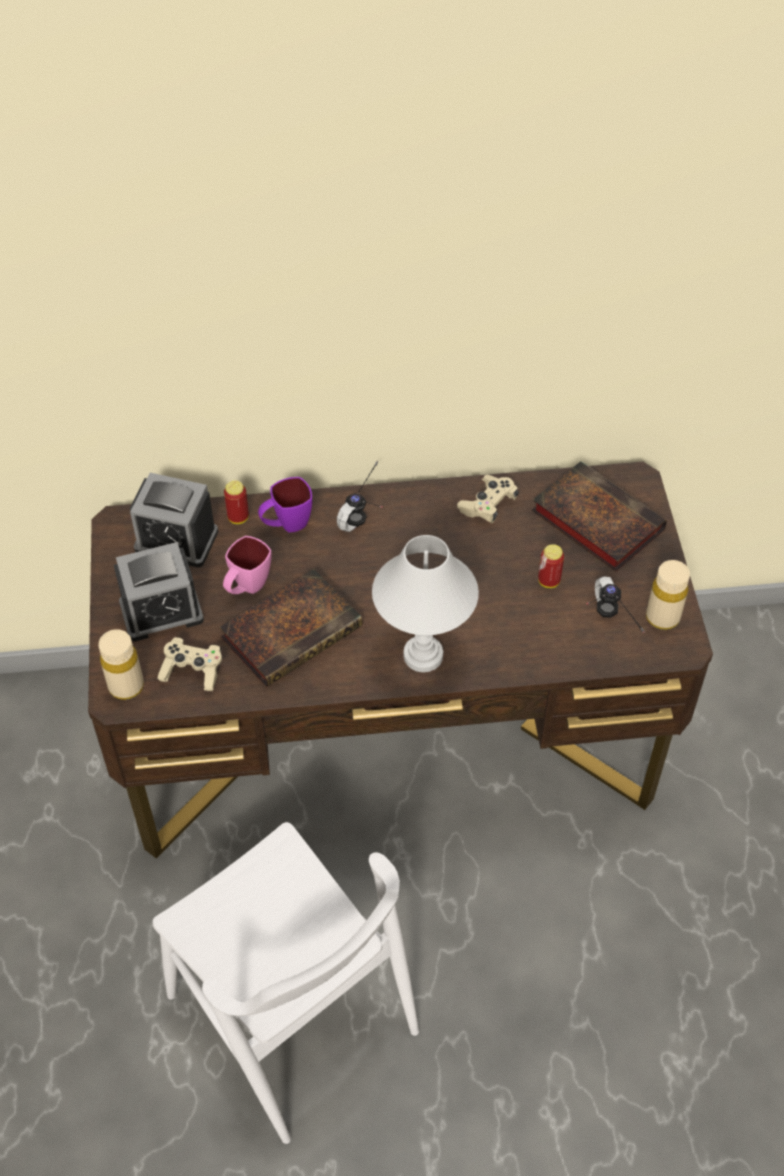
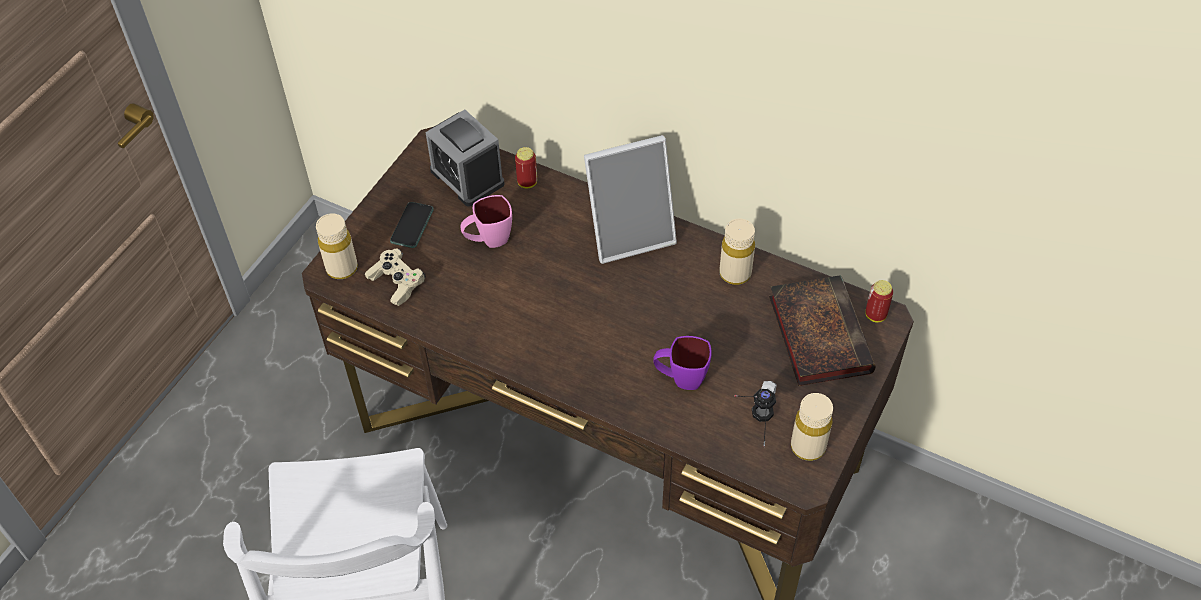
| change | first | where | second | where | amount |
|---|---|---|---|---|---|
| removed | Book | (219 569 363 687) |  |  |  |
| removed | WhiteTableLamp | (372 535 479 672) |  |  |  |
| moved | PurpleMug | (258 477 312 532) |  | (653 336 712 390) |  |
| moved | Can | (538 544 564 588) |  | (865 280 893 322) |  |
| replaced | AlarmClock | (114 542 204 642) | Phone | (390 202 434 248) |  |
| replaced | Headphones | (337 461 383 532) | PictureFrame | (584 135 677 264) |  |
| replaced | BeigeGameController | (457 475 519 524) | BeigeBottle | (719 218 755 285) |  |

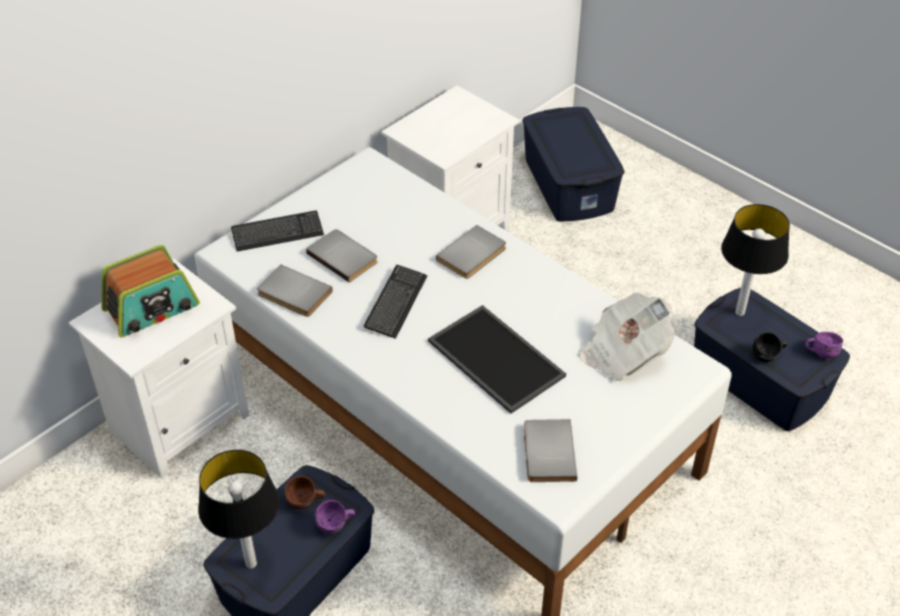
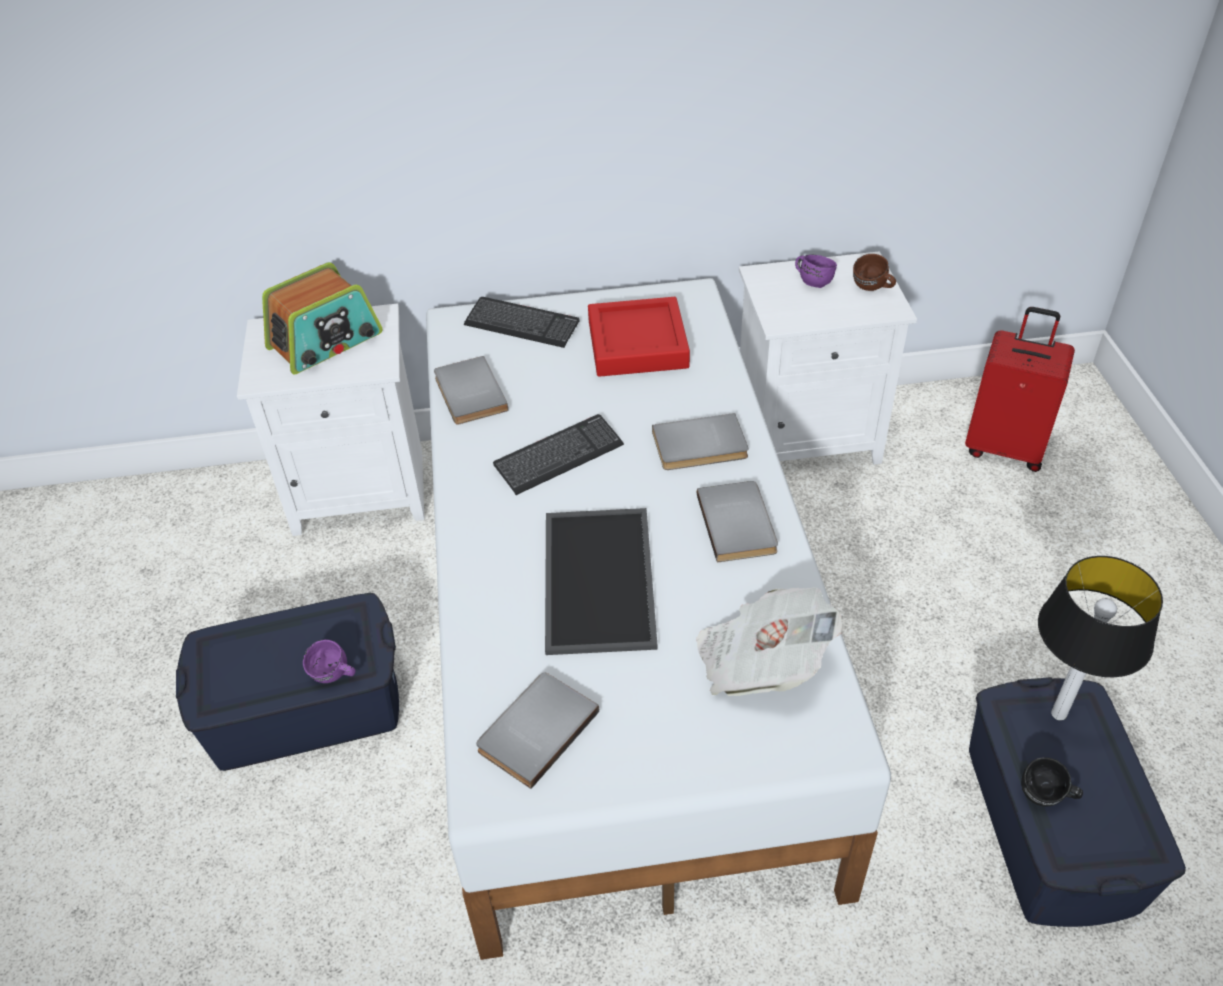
| change | first | where | second | where | amount |
|---|---|---|---|---|---|
| removed | TableLamp | (198 450 279 569) |  |  |  |
| added |  |  | RedTray | (588 297 690 377) |  |
| moved | BrownMug | (285 476 325 509) |  | (853 254 896 291) |  |
| moved | GreyBook | (306 229 378 283) |  | (697 481 778 562) |  |
| moved | PurpleMug | (805 332 843 359) |  | (795 254 837 288) |  |
| replaced | BlueStorageBox | (522 107 625 221) | RedSuitcase | (965 307 1075 472) |  |
| turned | Radio | (101 245 200 338) |  | (262 262 382 375) | 45 degrees counterclockwise |

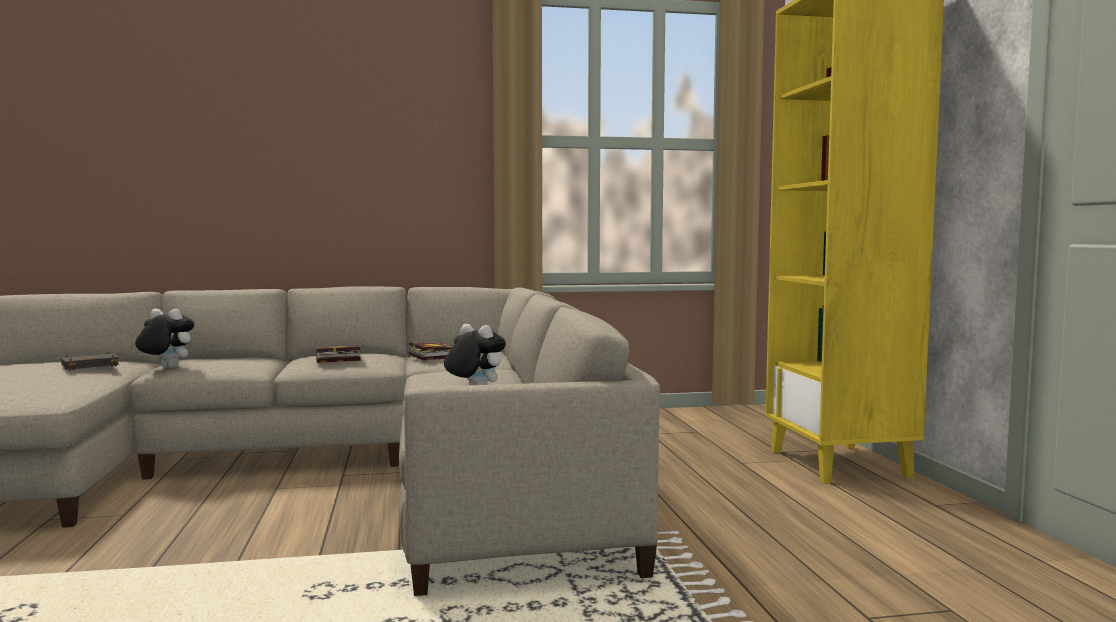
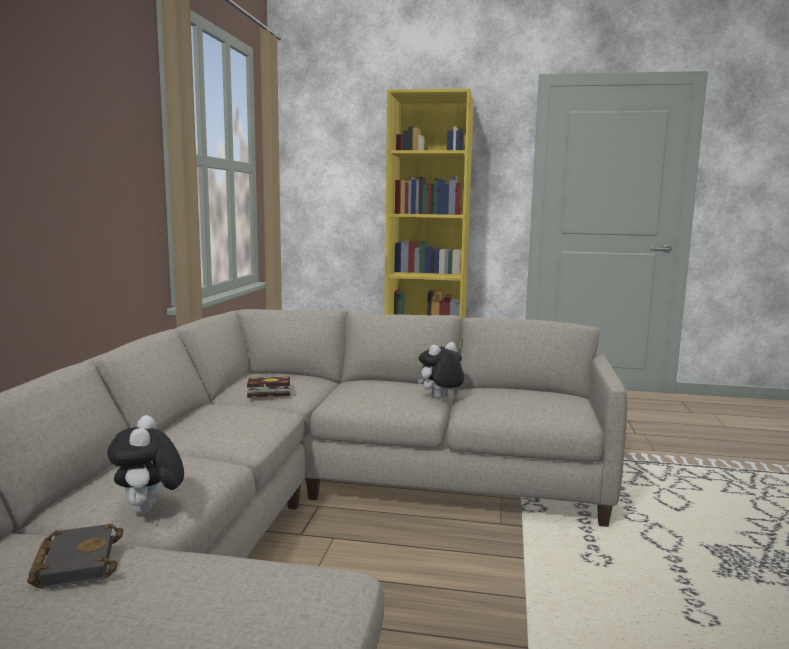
| change | first | where | second | where | amount |
|---|---|---|---|---|---|
| removed | Book | (316 345 360 363) |  |  |  |
| turned | PlushToy | (135 309 194 368) |  | (107 415 184 514) | 45 degrees counterclockwise |

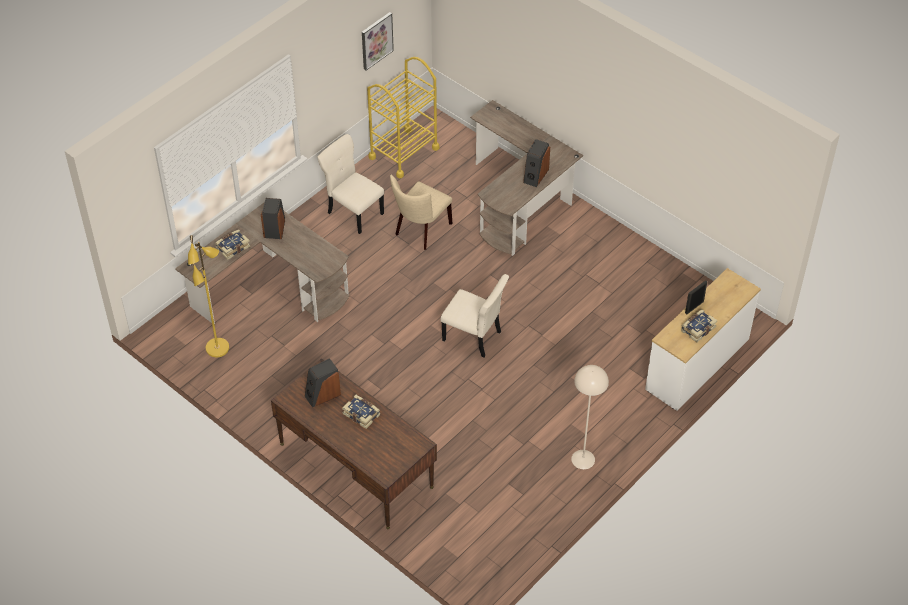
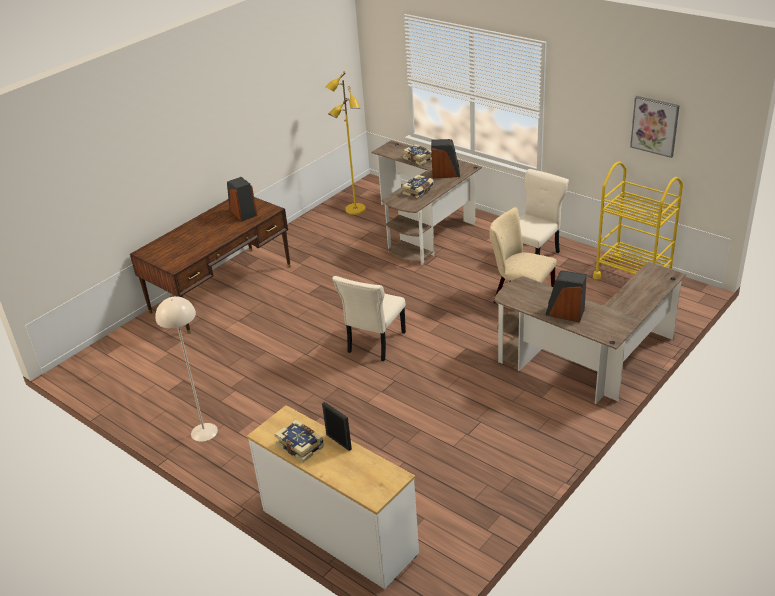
| change | first | where | second | where | amount |
|---|---|---|---|---|---|
| moved | Book | (342 395 380 429) |  | (402 175 434 198) |  |

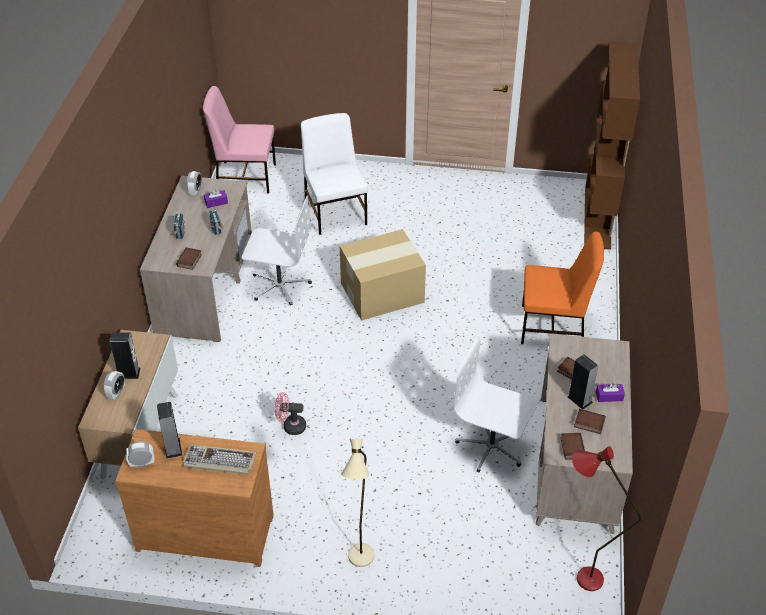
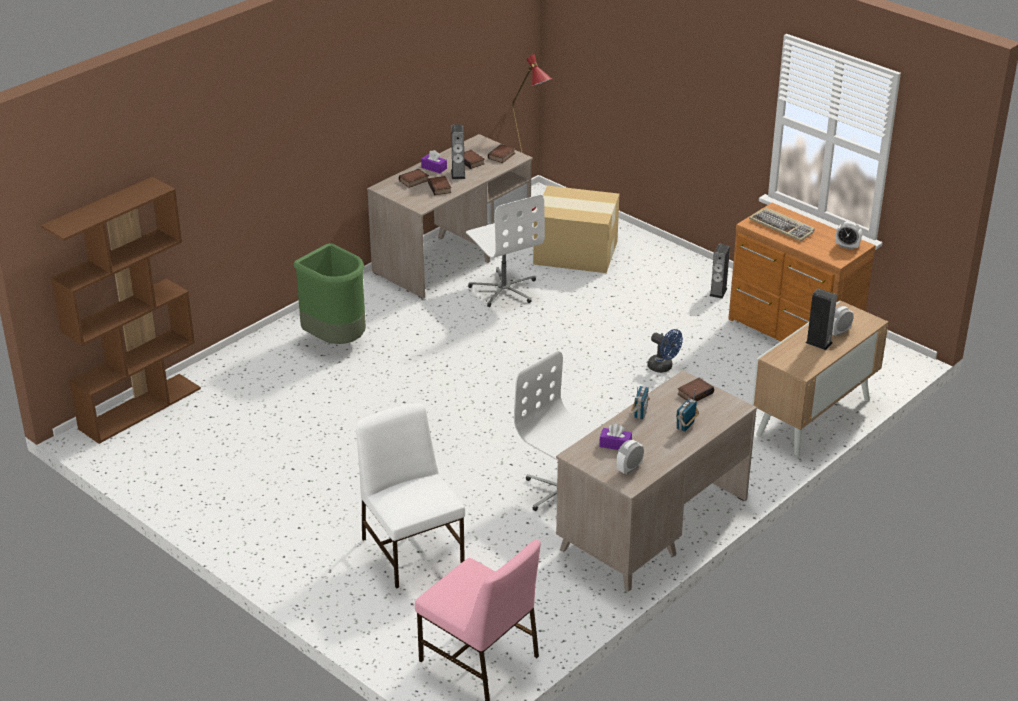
| change | first | where | second | where | amount |
|---|---|---|---|---|---|
| removed | BeigeFloorLamp | (341 439 374 567) |  |  |  |
| added |  |  | Book | (399 169 429 188) |  |
| moved | Speaker | (157 402 182 459) |  | (709 244 730 299) |  |
| moved | CardboardBox | (340 229 426 321) |  | (533 186 619 273) |  |
| replaced | OrangeChair | (521 232 604 344) | GreenTrashCan | (293 243 366 344) |  |
| recoloured | PinkFan | (275 392 306 435) | BlueFan | (648 329 683 373) |  |
| turned | WhiteChair | (301 113 368 235) |  | (356 403 465 589) | 135 degrees clockwise |

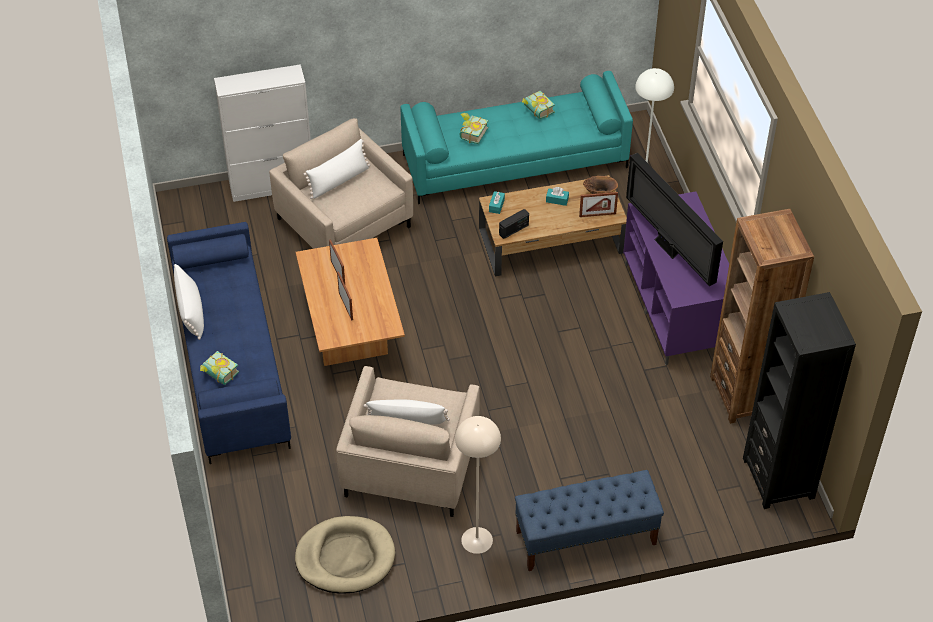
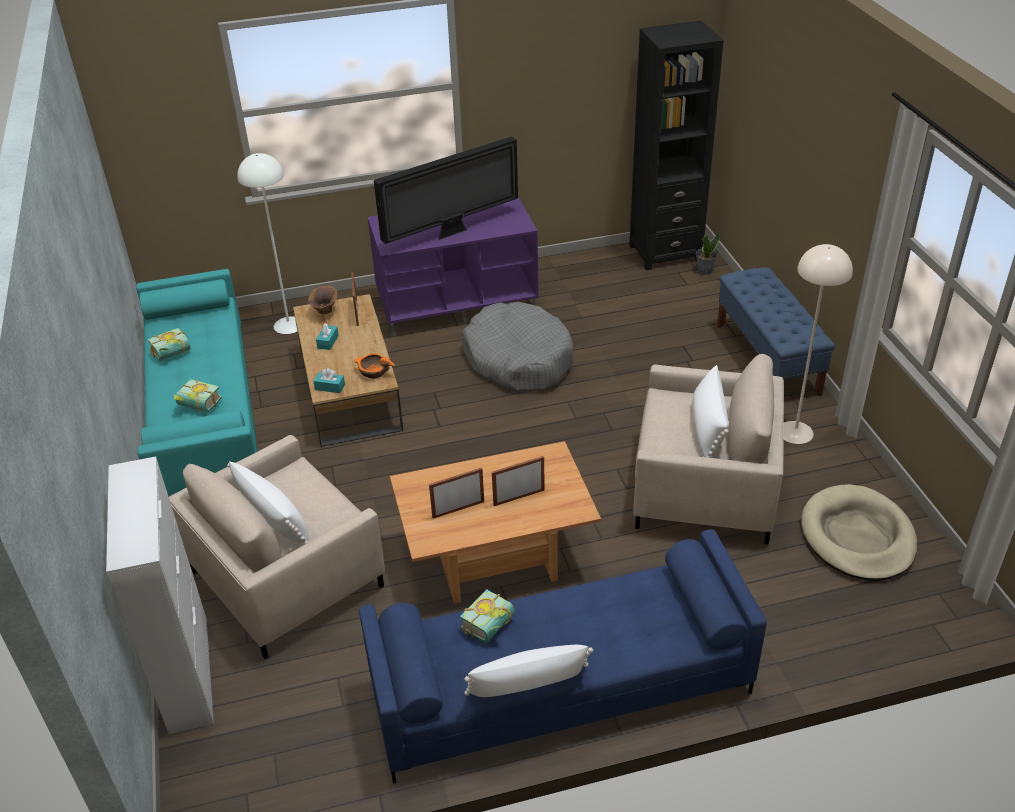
| change | first | where | second | where | amount |
|---|---|---|---|---|---|
| removed | BrownBookcase | (710 209 814 424) |  |  |  |
| added |  |  | GreyDogBed | (462 302 573 393) |  |
| added |  |  | PottedPlant | (696 231 720 275) |  |
| moved | Book | (200 351 239 385) |  | (460 590 515 643) |  |
| replaced | Radio | (499 209 529 239) | OrangeBowl | (354 353 395 379) |  |

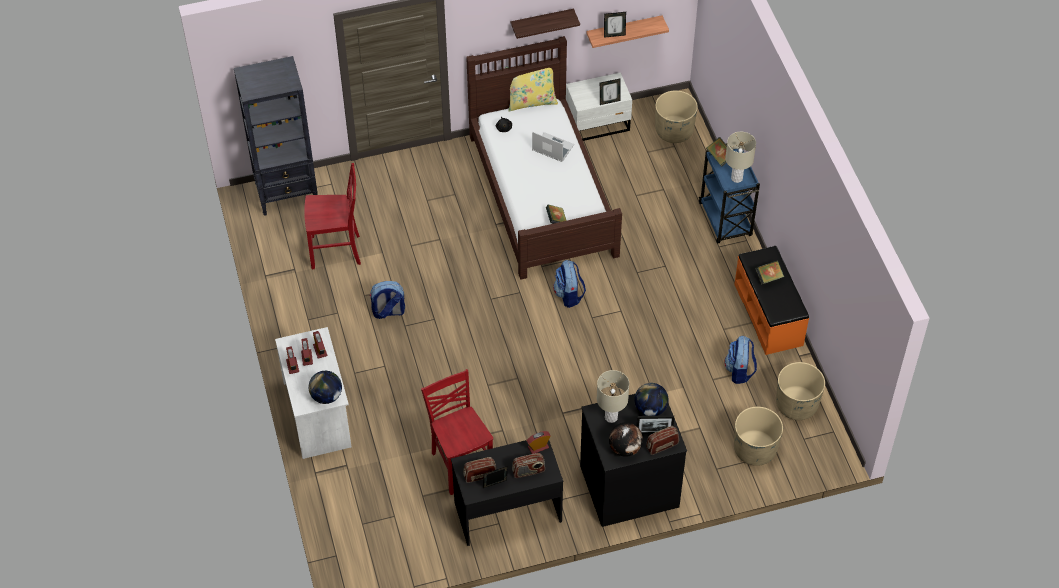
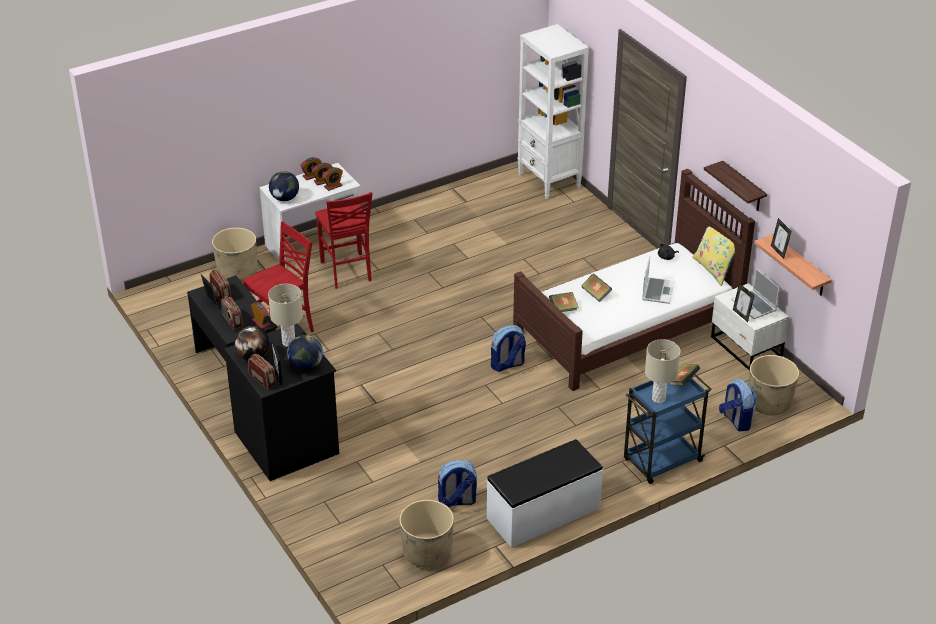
| change | first | where | second | where | amount |
|---|---|---|---|---|---|
| added |  |  | Laptop | (731 268 780 319) |  |
| moved | RedChair | (304 163 361 269) |  | (315 192 373 289) |  |
| moved | Backpack | (370 281 405 319) |  | (719 379 757 432) |  |
| moved | BeigePlanter | (734 407 783 466) |  | (212 228 257 281) |  |
| moved | Book | (755 261 784 285) |  | (581 273 612 302) |  |
| recoloured | BlackBookcase | (234 56 318 216) | WhiteBookcase | (517 24 589 199) |  |
| recoloured | OrangeBench | (734 246 809 355) | WhiteBench | (487 439 603 548) |  |

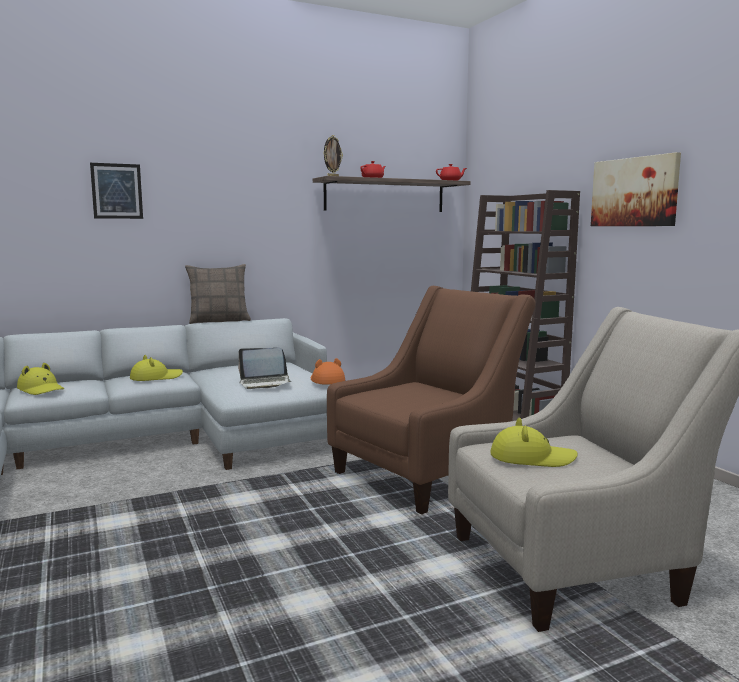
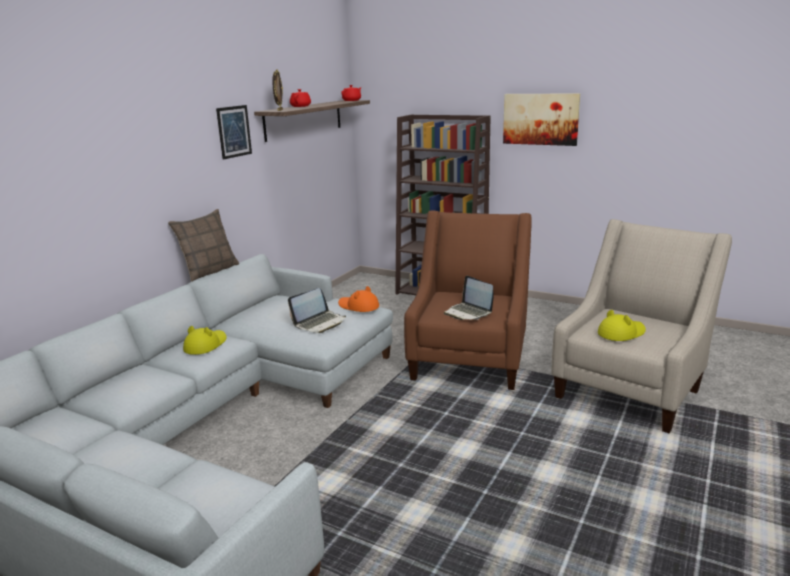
| change | first | where | second | where | amount |
|---|---|---|---|---|---|
| removed | YellowHat | (17 363 64 395) |  |  |  |
| added |  |  | Laptop | (444 276 494 320) |  |
| moved | Picture | (90 163 143 219) |  | (216 105 252 160) |  |

